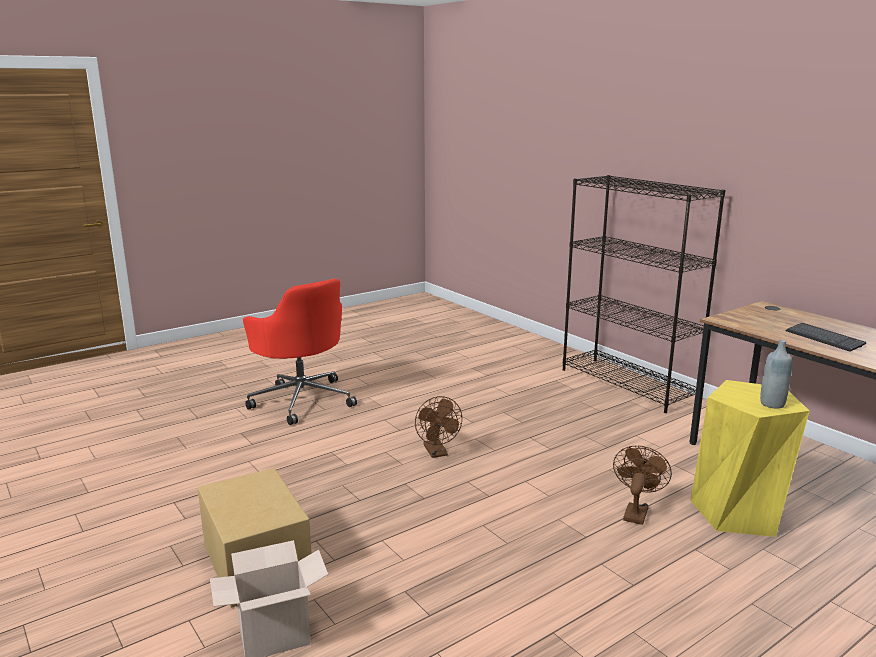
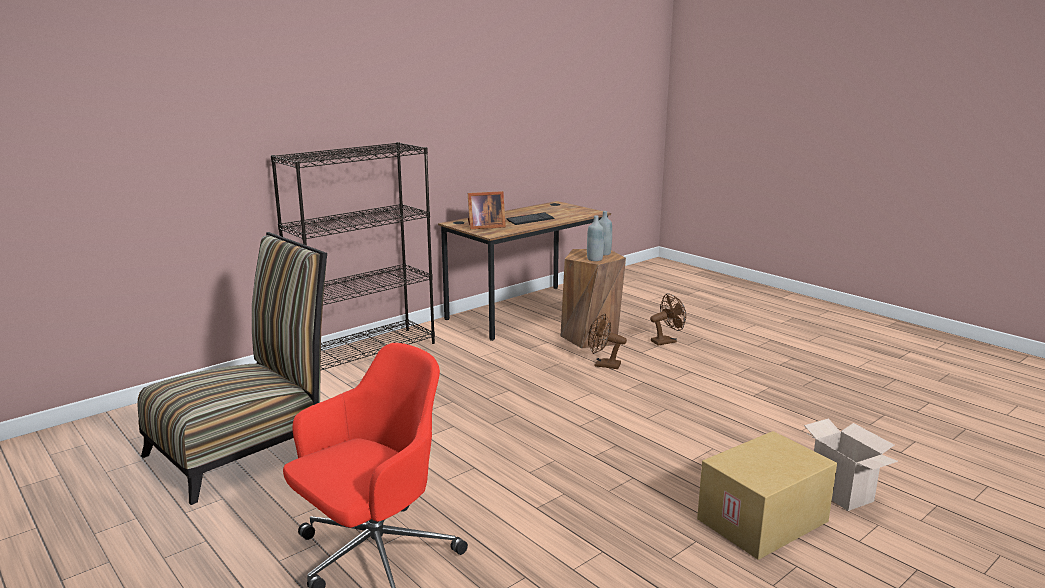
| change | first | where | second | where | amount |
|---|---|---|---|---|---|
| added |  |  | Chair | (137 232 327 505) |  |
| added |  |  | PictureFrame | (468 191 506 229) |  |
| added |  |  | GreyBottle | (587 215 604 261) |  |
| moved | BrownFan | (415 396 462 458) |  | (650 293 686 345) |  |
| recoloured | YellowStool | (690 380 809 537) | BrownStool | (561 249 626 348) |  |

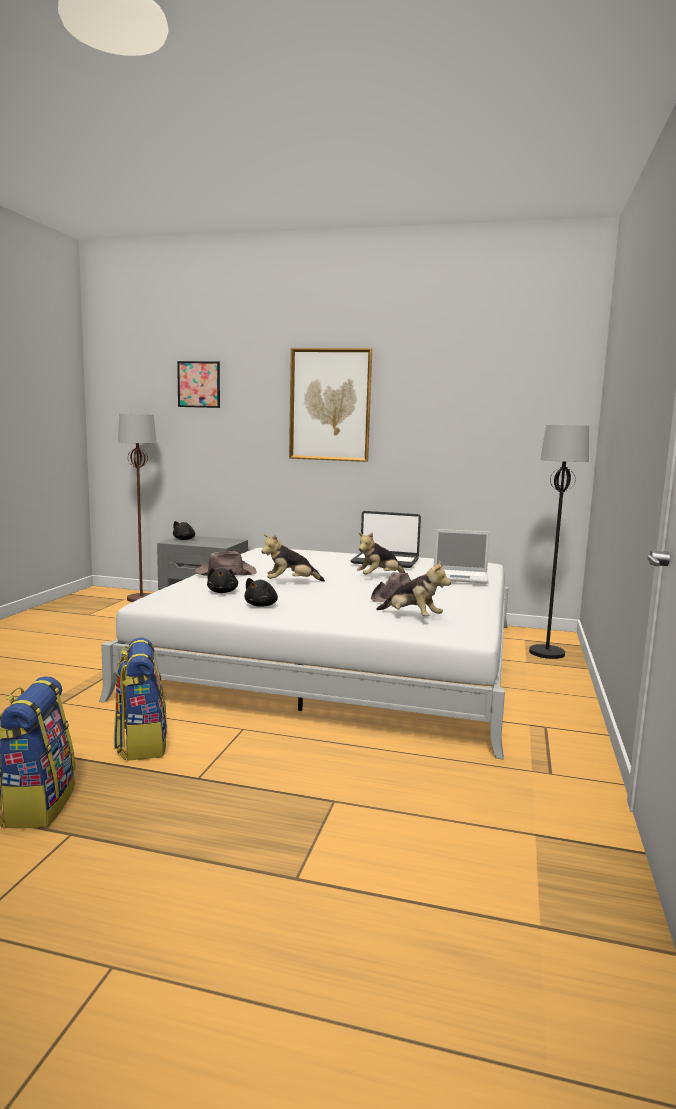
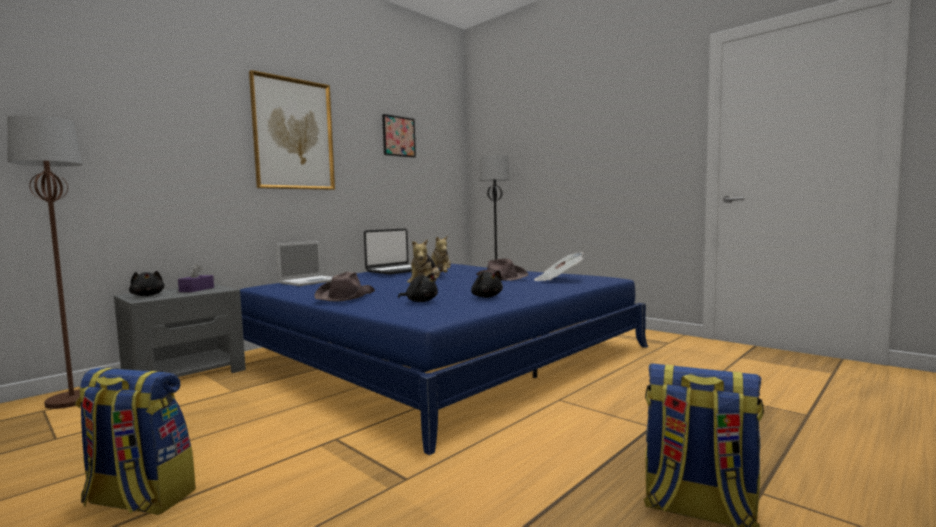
| change | first | where | second | where | amount |
|---|---|---|---|---|---|
| added |  |  | PurpleTissueBox | (178 265 214 292) |  |
| moved | Backpack | (114 638 167 760) |  | (75 368 196 515) |  |
| moved | Picture | (177 361 220 408) |  | (382 114 416 158) |  |
| moved | Laptop | (434 529 490 584) |  | (276 241 333 286) |  |
| replaced | PlushToy | (376 561 451 616) | Newspaper | (534 252 583 281) |  |
| recoloured | WhiteBed | (99 548 508 759) | BlueBed | (240 264 648 455) |  |

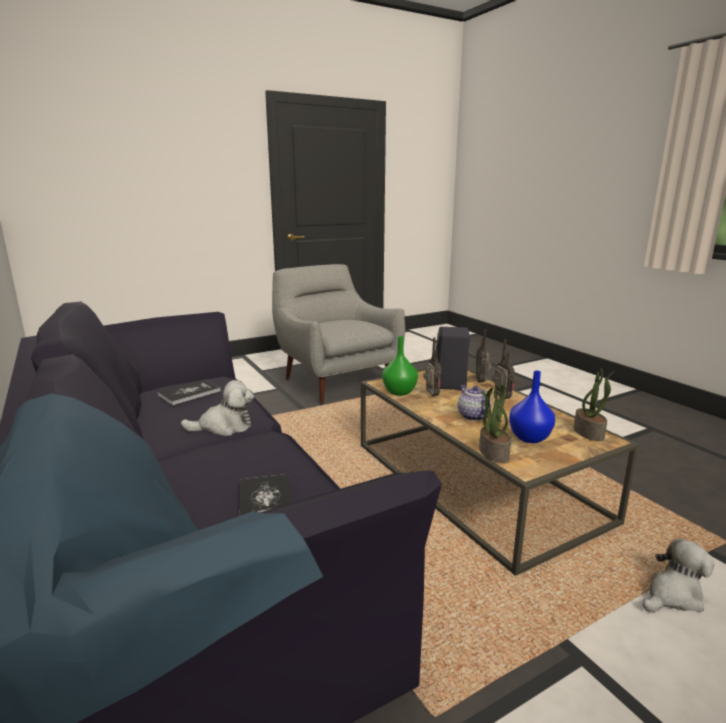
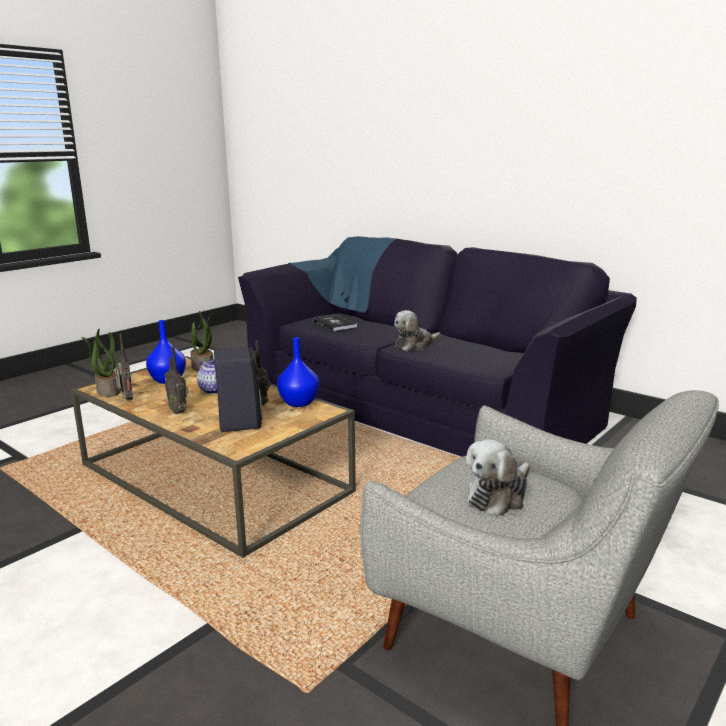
| change | first | where | second | where | amount |
|---|---|---|---|---|---|
| removed | Book | (157 380 221 405) |  |  |  |
| moved | Radio | (476 329 491 383) |  | (115 334 133 401) |  |
| moved | PlushToy | (642 539 714 612) |  | (466 439 530 517) |  |
| recoloured | GreenVase | (382 336 418 396) | BlueVase | (277 337 319 407) |  |

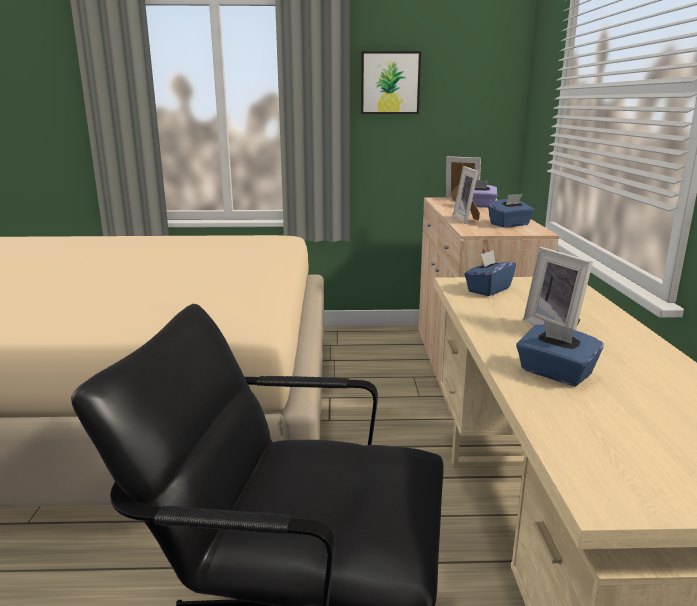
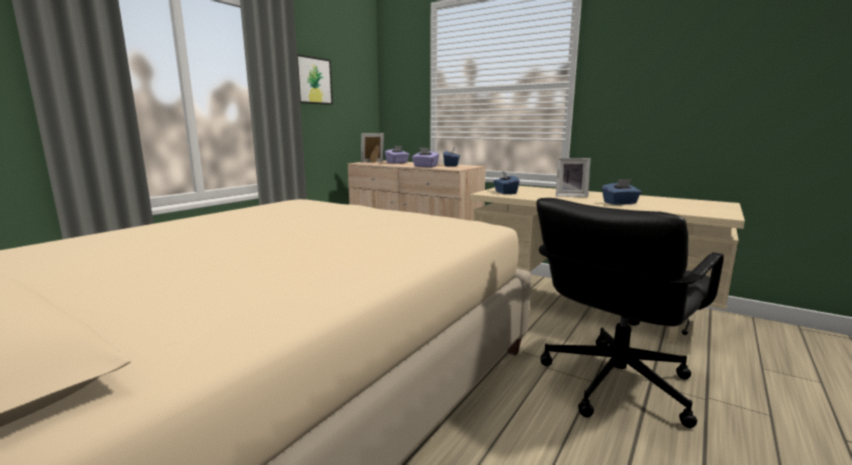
| change | first | where | second | where | amount |
|---|---|---|---|---|---|
| replaced | PictureFrame | (453 166 480 224) | PurpleTissueBox | (412 147 439 167) |  |

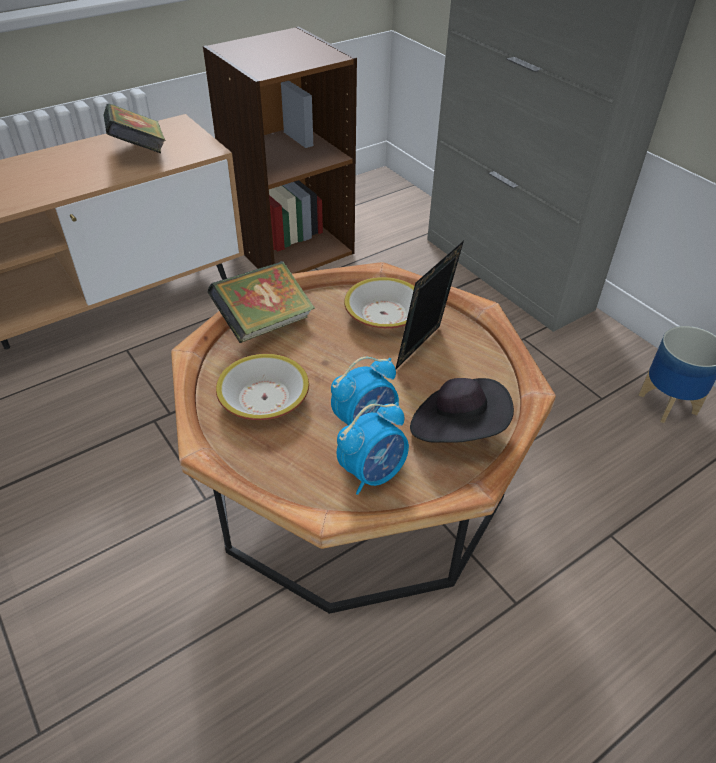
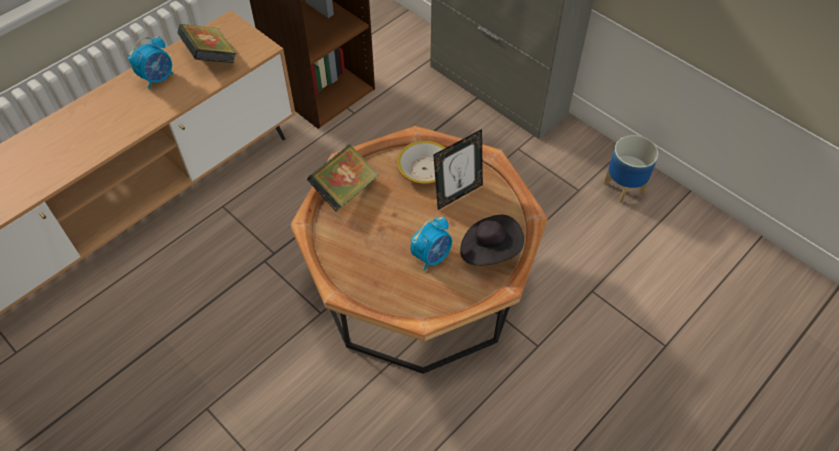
| change | first | where | second | where | amount |
|---|---|---|---|---|---|
| removed | Bowl | (216 354 309 420) |  |  |  |
| moved | AlarmClock | (337 402 409 495) |  | (128 36 173 90) |  |
| turned | PictureFrame | (396 241 464 369) |  | (433 129 483 210) | 150 degrees counterclockwise |

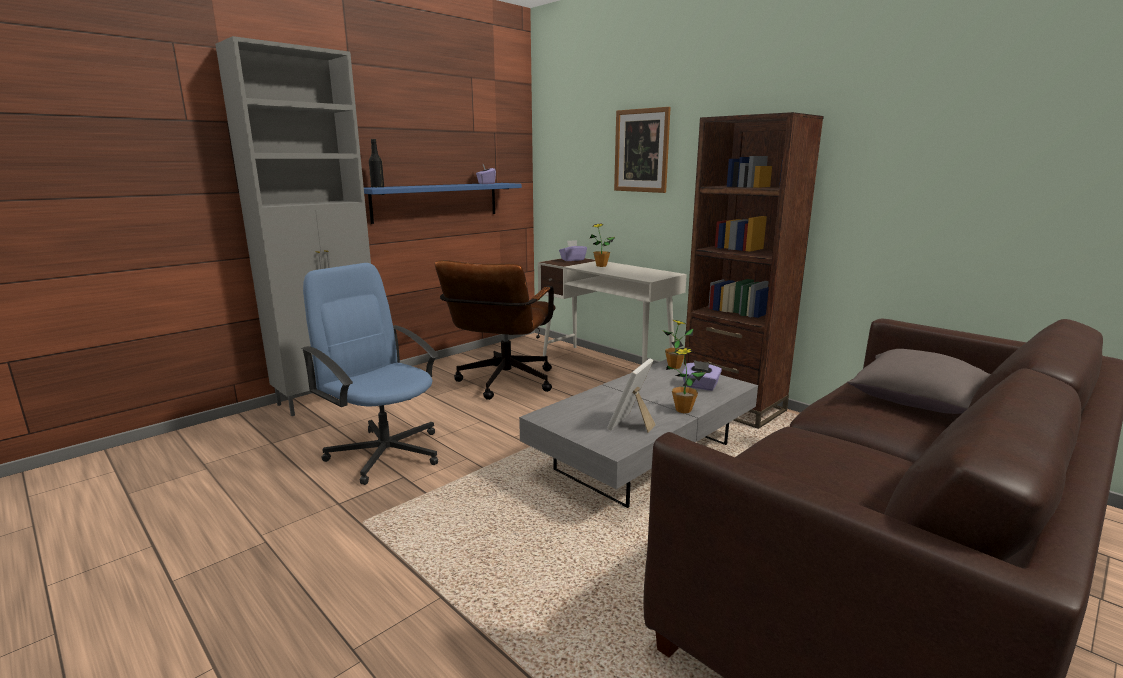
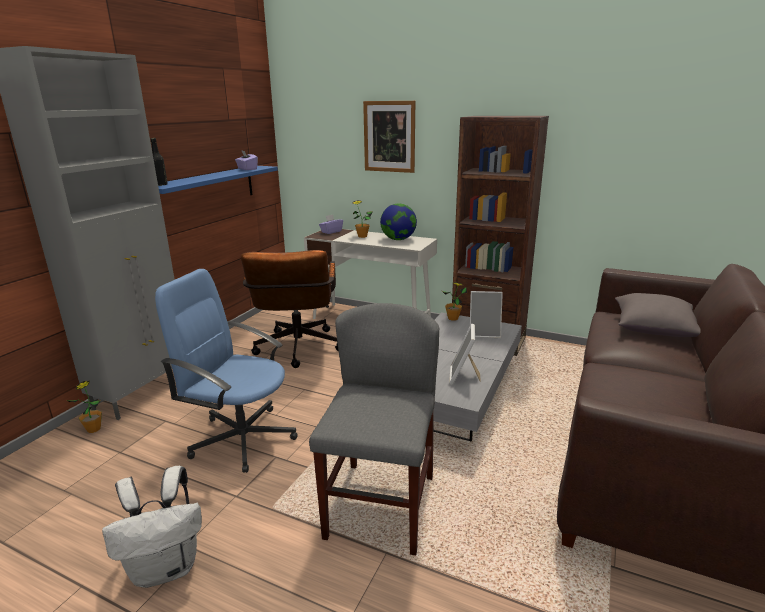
| change | first | where | second | where | amount |
|---|---|---|---|---|---|
| added |  |  | WhiteBackpack | (102 466 202 588) |  |
| added |  |  | GreyChair | (309 303 439 555) |  |
| added |  |  | Globe | (380 203 417 240) |  |
| moved | PottedPlant | (666 348 706 413) |  | (67 381 102 433) |  |
| replaced | PurpleTissueBox | (682 360 722 391) | PictureFrame | (470 291 503 338) |  |

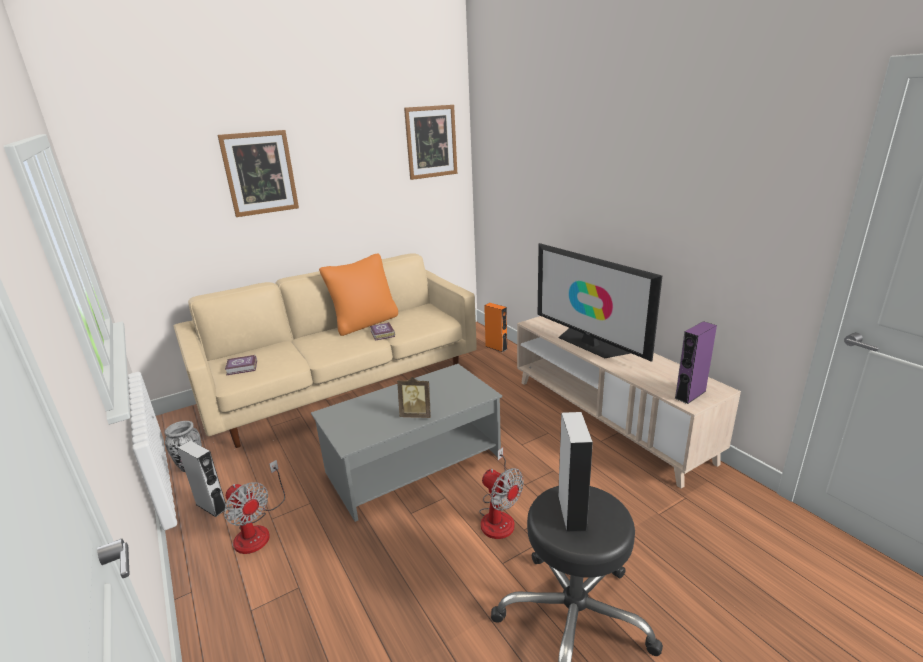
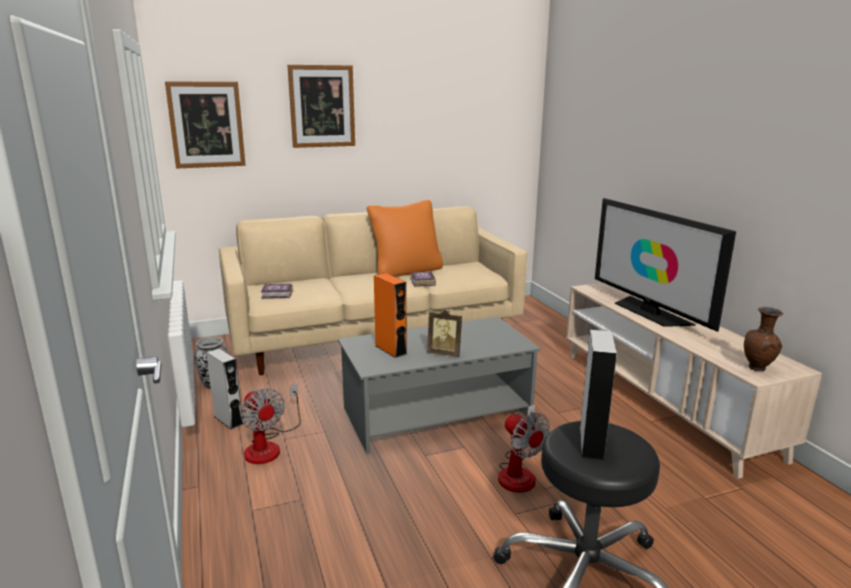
| change | first | where | second | where | amount |
|---|---|---|---|---|---|
| moved | Picture | (404 105 457 180) |  | (165 82 246 169) |  |
| moved | OrangeSpeaker | (484 303 507 352) |  | (374 273 407 358) |  |
| replaced | PurpleSpeaker | (674 321 717 404) | BrownVase | (744 307 783 371) |  |

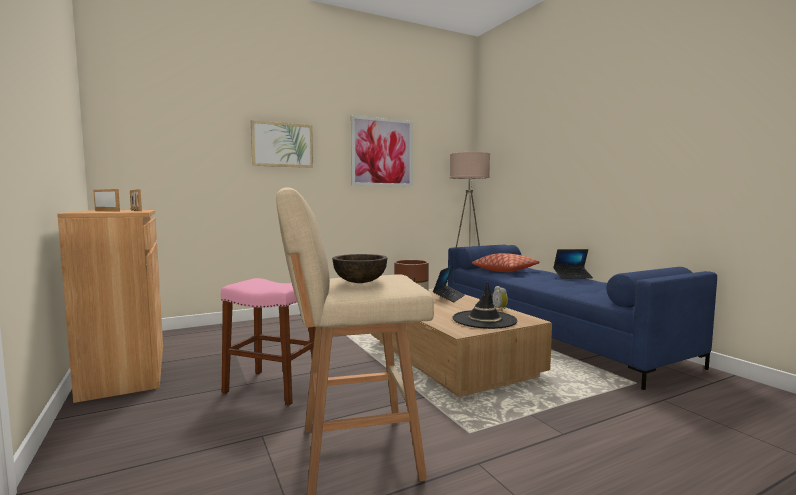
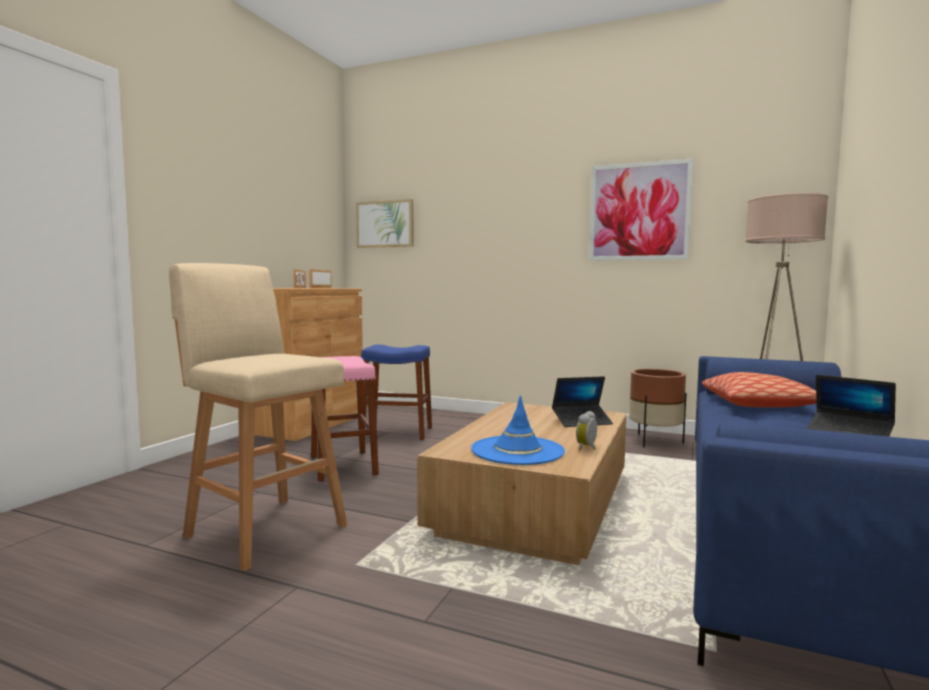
| change | first | where | second | where | amount |
|---|---|---|---|---|---|
| removed | BrownBowl | (332 254 388 283) |  |  |  |
| added |  |  | BlueStool | (361 344 432 440) |  |
| moved | Picture | (251 120 313 168) |  | (356 199 413 248) |  |
| recoloured | BlackHat | (453 282 518 329) | BlueHat | (471 395 565 465) |  |

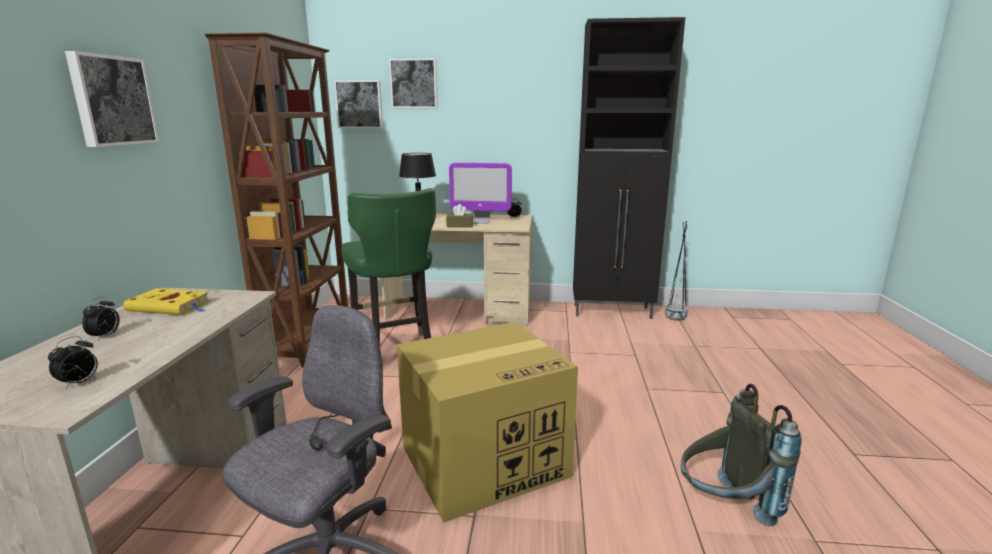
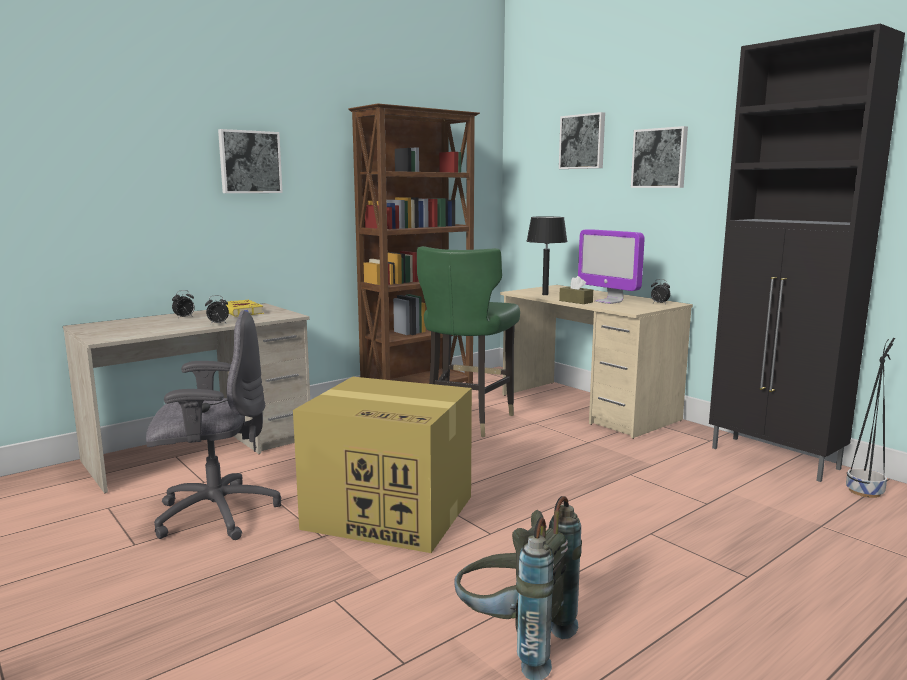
| change | first | where | second | where | amount |
|---|---|---|---|---|---|
| moved | AlarmClock | (48 336 98 389) |  | (205 295 229 325) |  |
| moved | Picture | (334 80 383 128) |  | (631 126 688 188) |  |

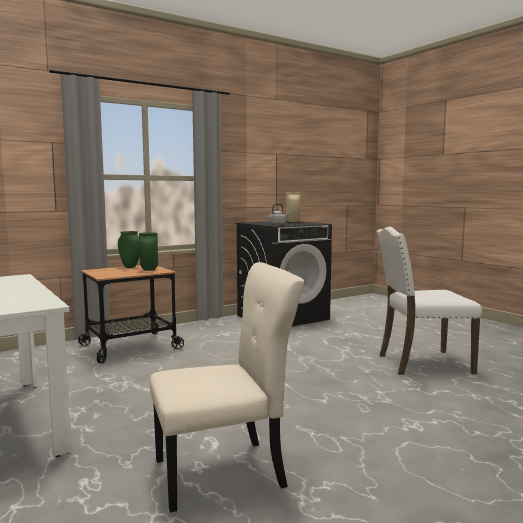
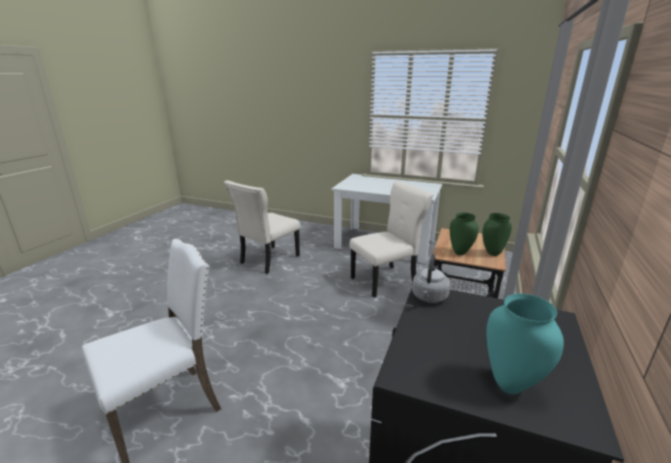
| change | first | where | second | where | amount |
|---|---|---|---|---|---|
| added |  |  | BeigeChair | (349 181 433 298) |  |
| recoloured | BeigeVase | (286 192 301 222) | TurquoiseVase | (487 294 564 394) |  |

